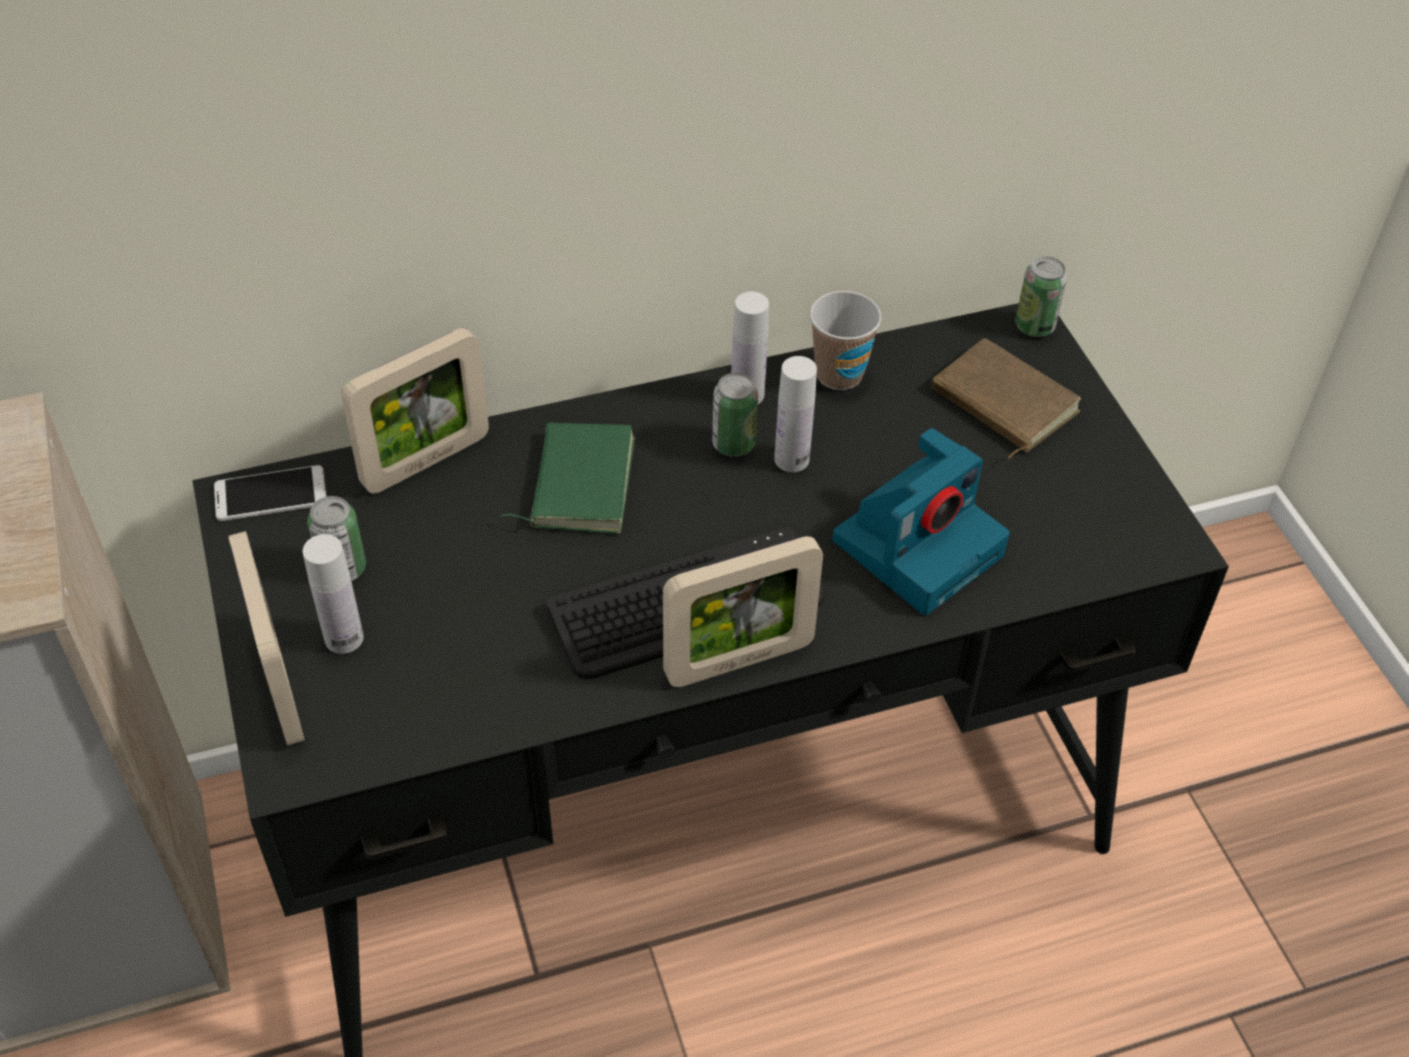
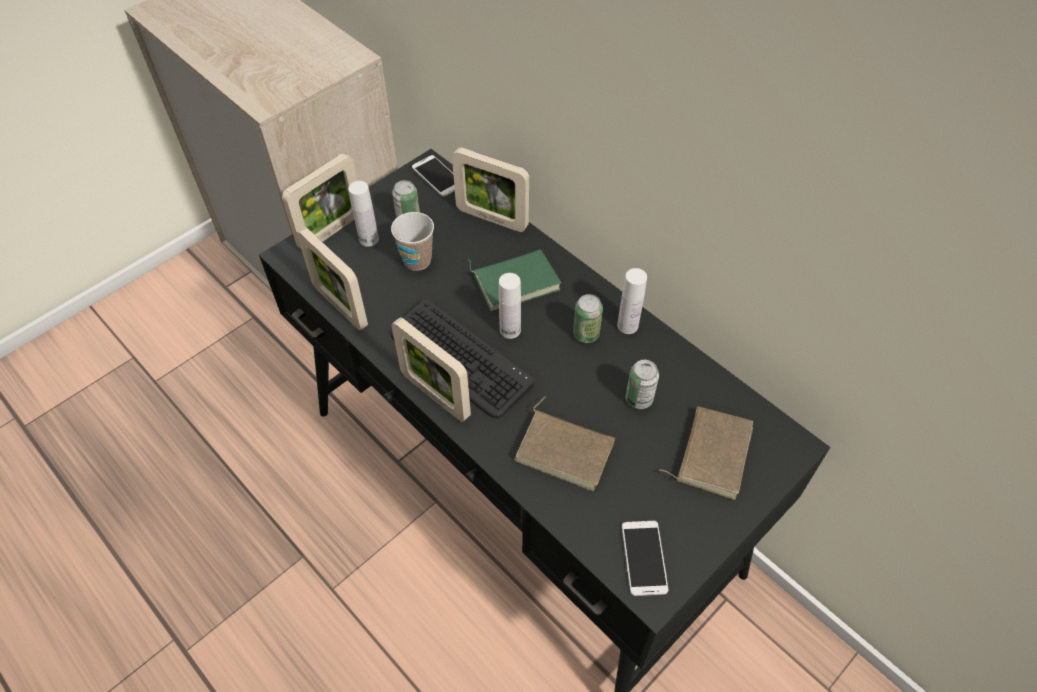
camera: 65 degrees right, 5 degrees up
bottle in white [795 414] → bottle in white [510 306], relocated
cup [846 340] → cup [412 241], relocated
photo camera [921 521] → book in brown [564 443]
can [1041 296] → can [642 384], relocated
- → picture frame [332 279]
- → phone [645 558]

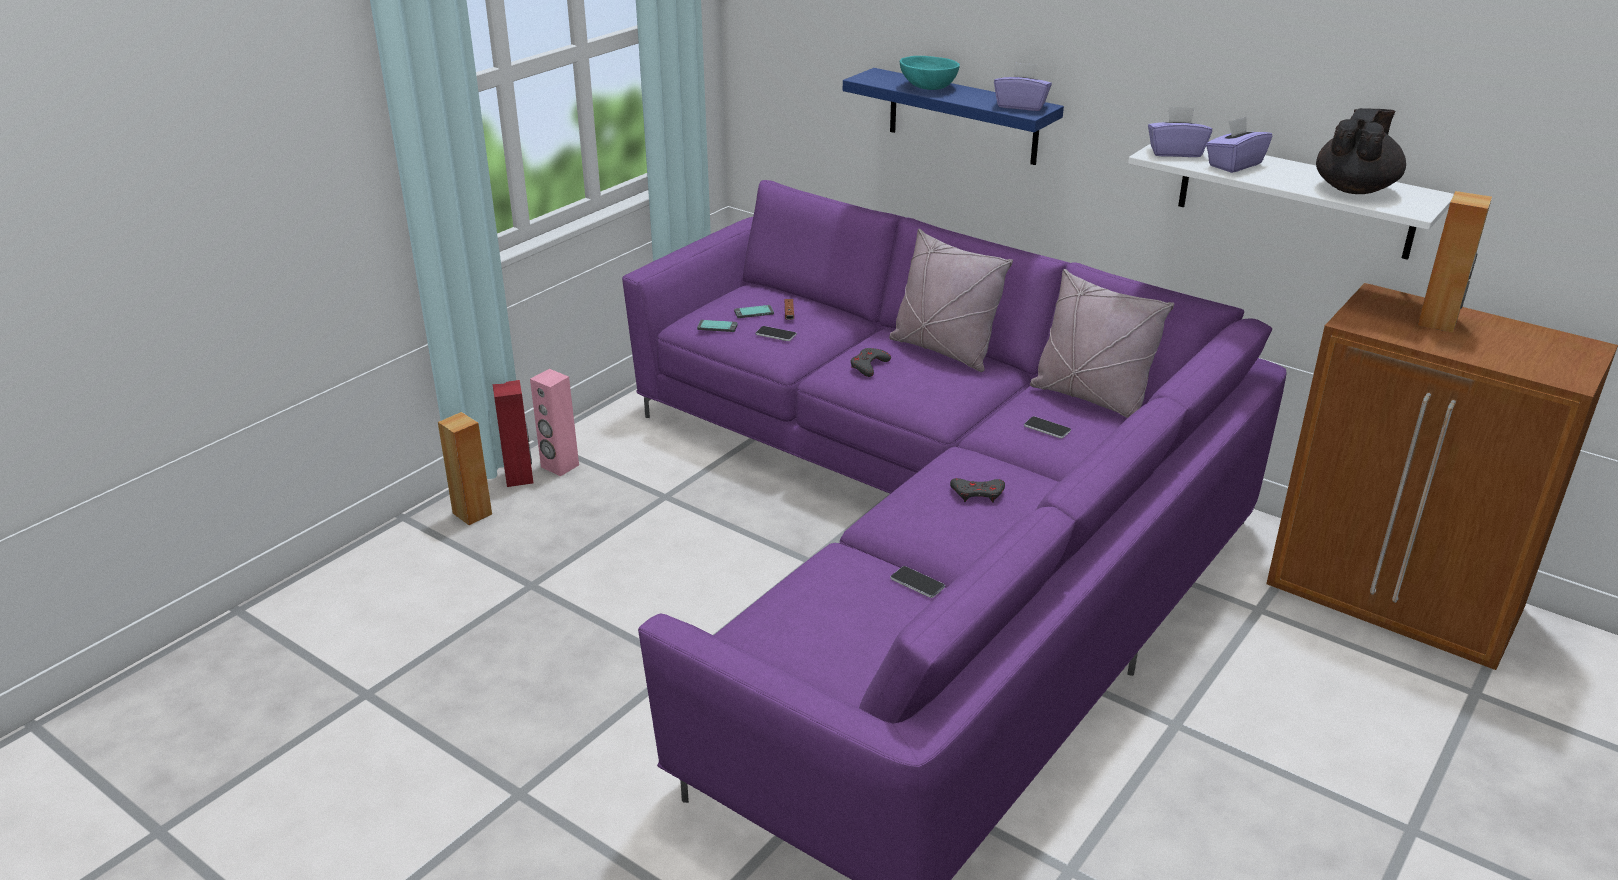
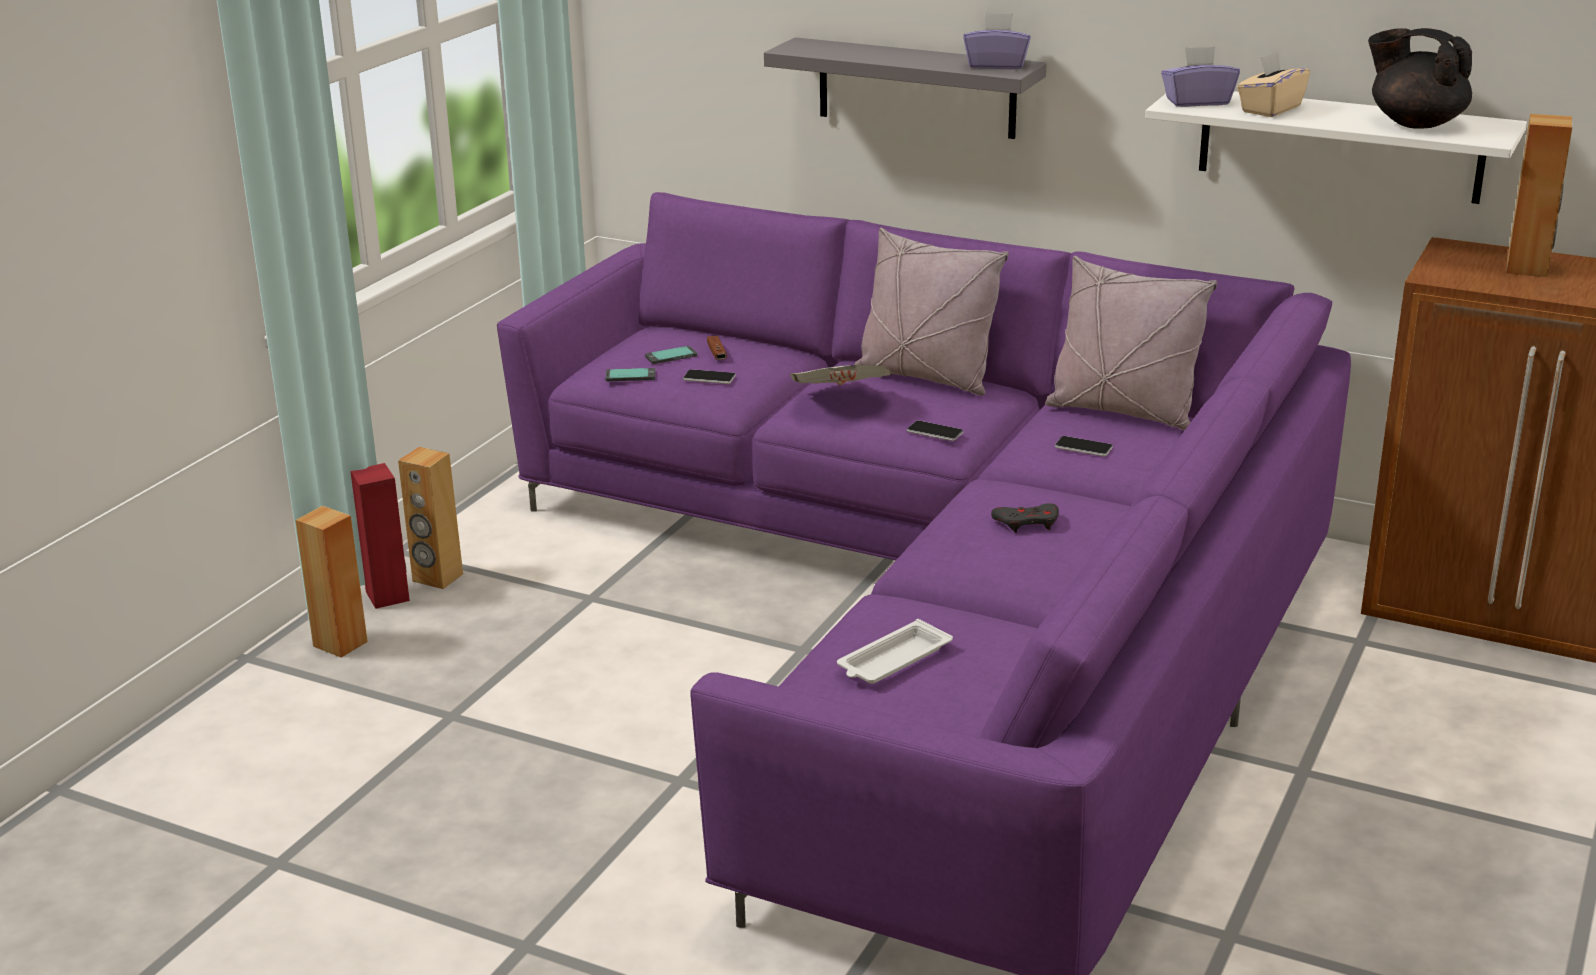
camera: 10 degrees left, 5 degrees down
speaker in pink [554 422] → speaker in brown [430 518]
shelf in blue [953 116] → shelf in grey [905 88]
game controller in grey [871 362] → newspaper [841 375]
phone [917 582] → phone [935 431], relocated
bowl in turquoise [930 73] → -
tissue box in purple [1239 144] → tissue box in beige [1273 84]
teapot in black [1361 151] → teapot in black [1420 78], 75 degrees counterclockwise
- → tray in white [895 651]

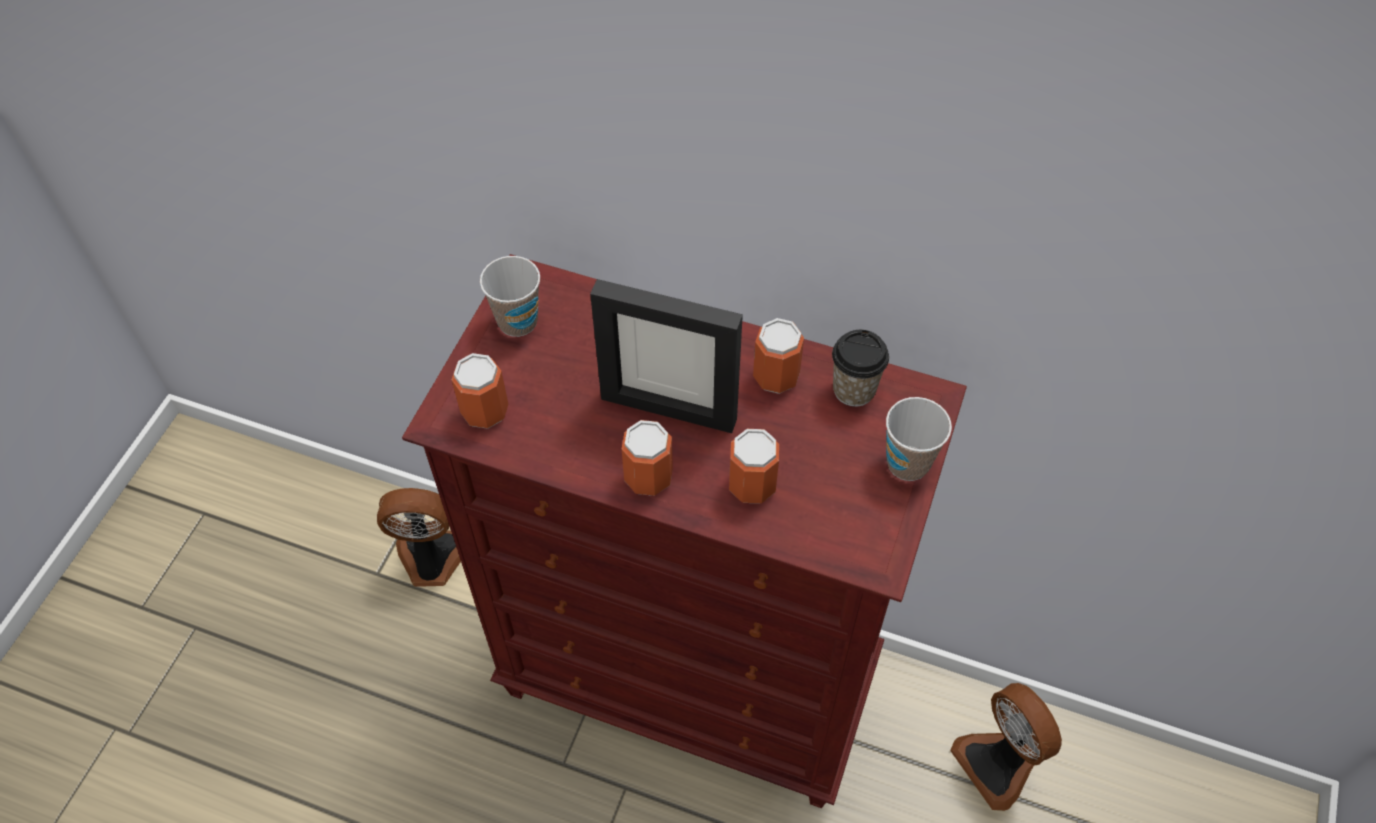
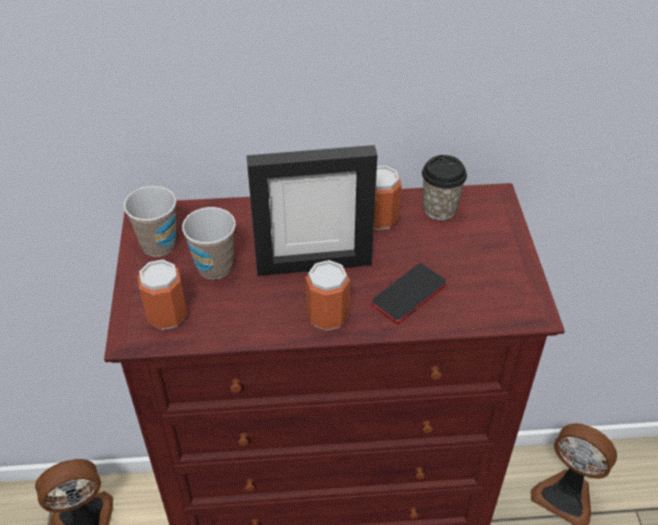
camera: 25 degrees left, 10 degrees down
can [754 466] → phone [409 293]
cup [919 439] → cup [209 243], relocated

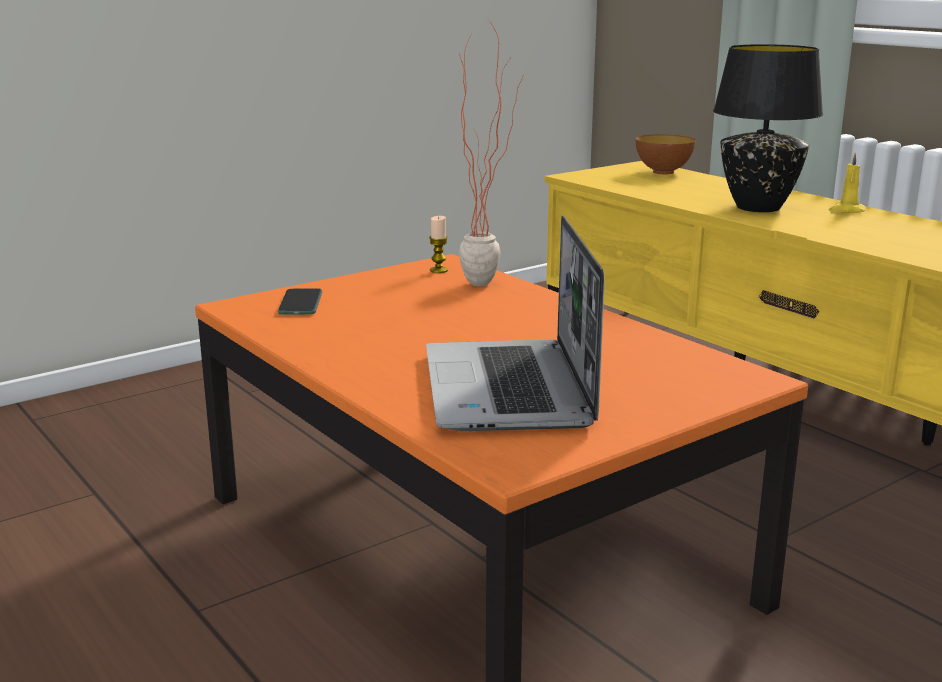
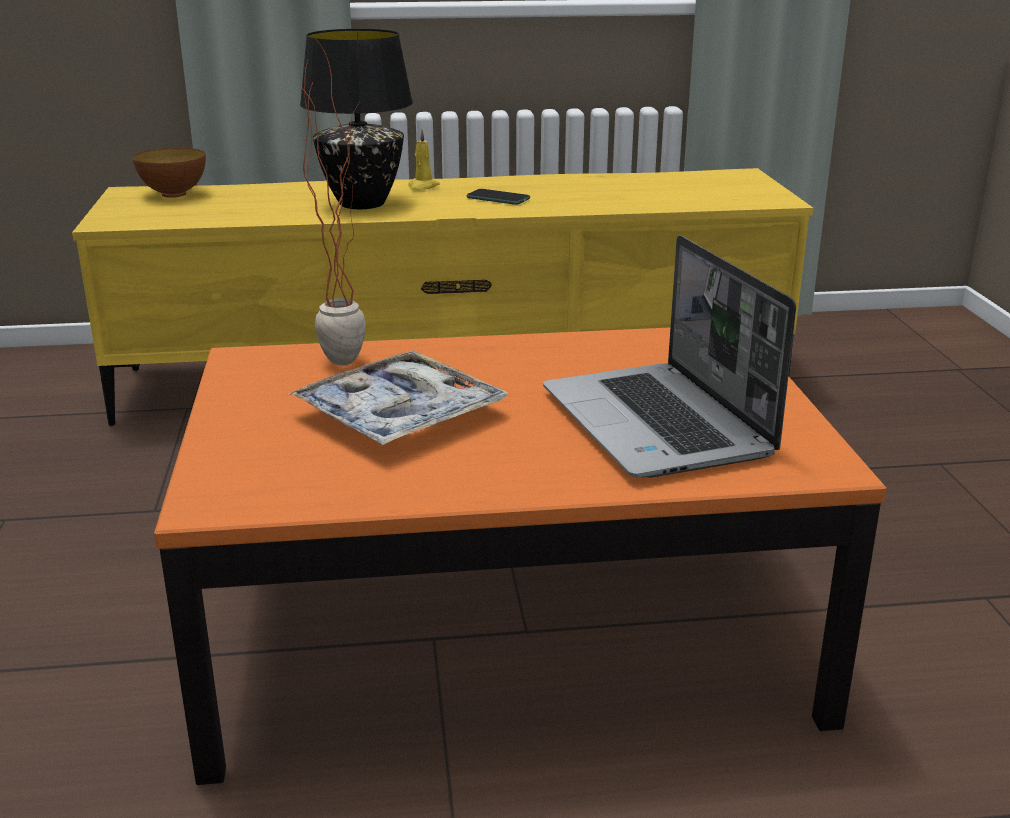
camera: 60 degrees left, 5 degrees up
phone [300 301] → phone [498 197], relocated
laptop [515 323] → laptop [669 356], 45 degrees clockwise
candle [438 244] → -
- → tray [398 397]

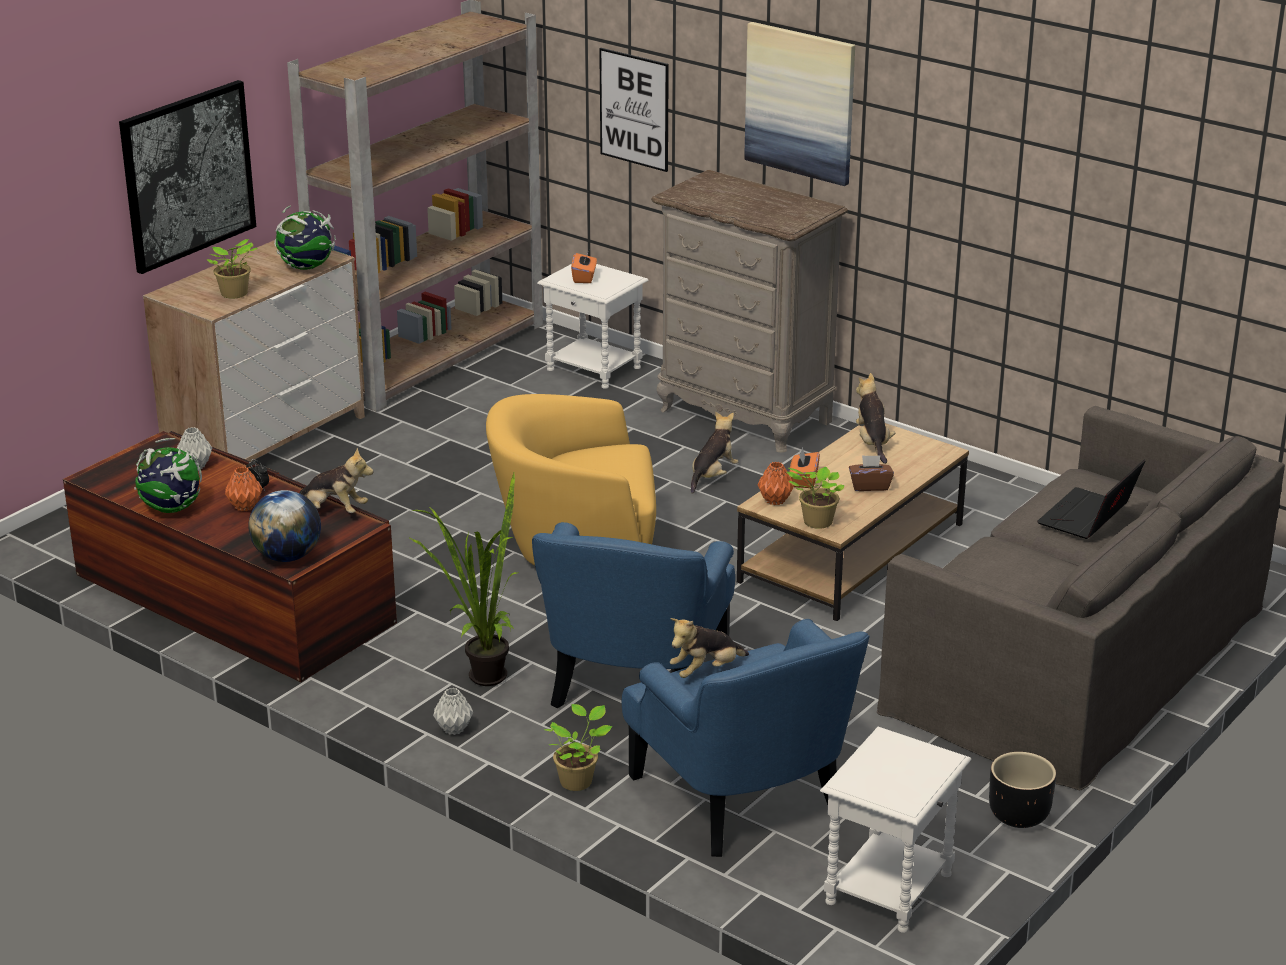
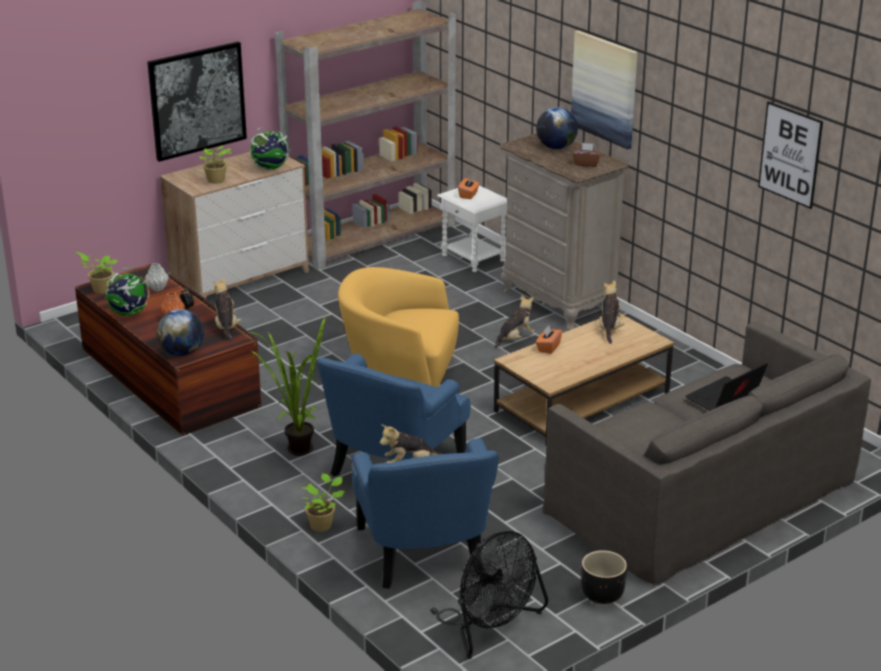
camera: 15 degrees right, 0 degrees up
plush toy [336 480] → plush toy [227 310], 135 degrees counterclockwise
vase in grey [453 711] → -
picture [634 110] → picture [790 155], relocated
vase in orange [775 483] → -
potted plant [815 497] → potted plant [96 273], relocated
side table in white [896 830] → fan in black [489 595]
tissue box in brown [871 473] → tissue box in brown [586 155], relocated
- → globe [557 128]

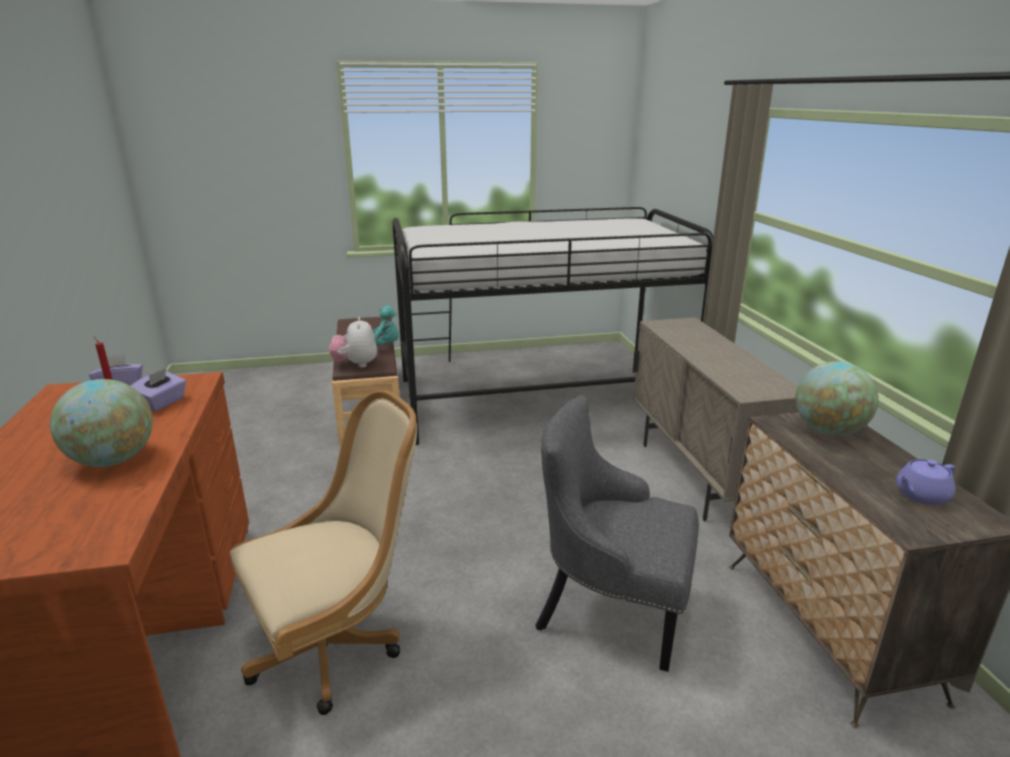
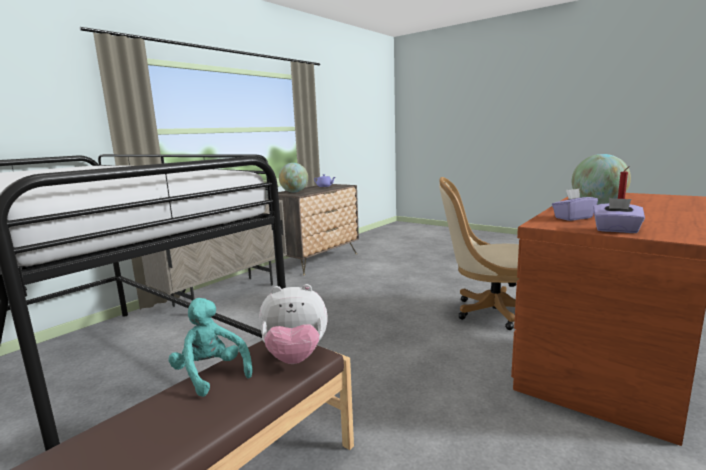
camera: 130 degrees left, 10 degrees down
plush toy [353 342] → plush toy [293 324], 45 degrees clockwise
armchair in grey [617 533] → -

